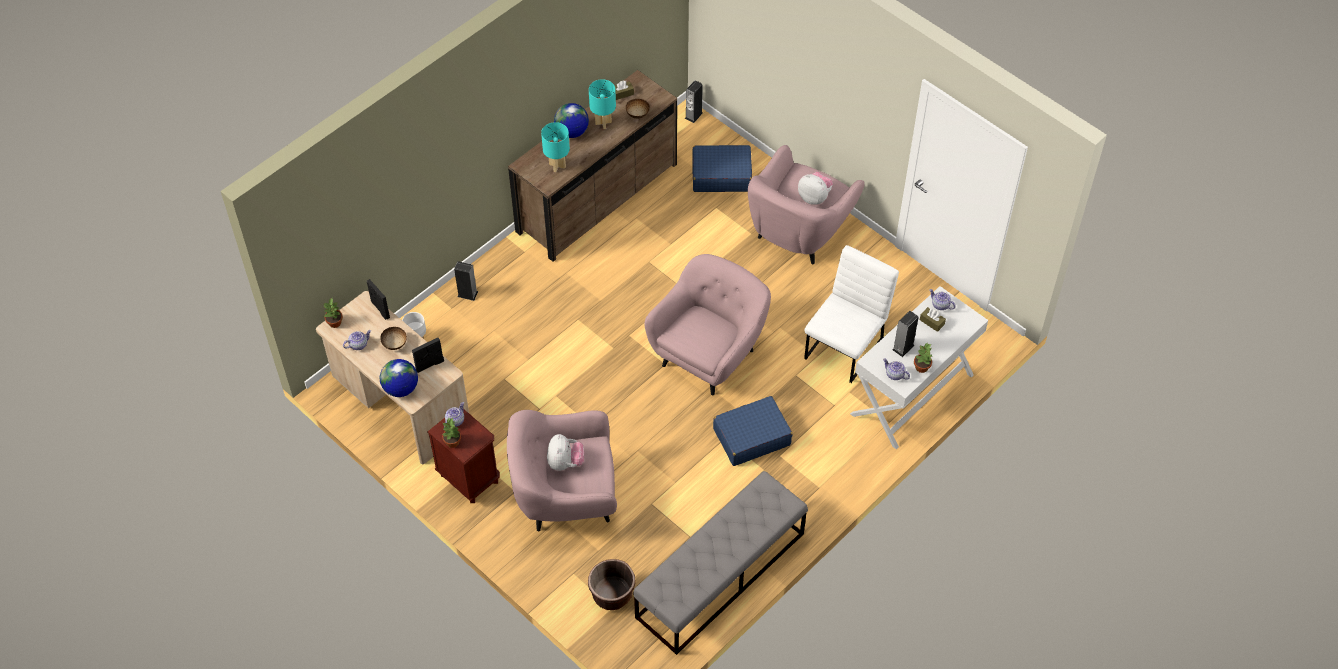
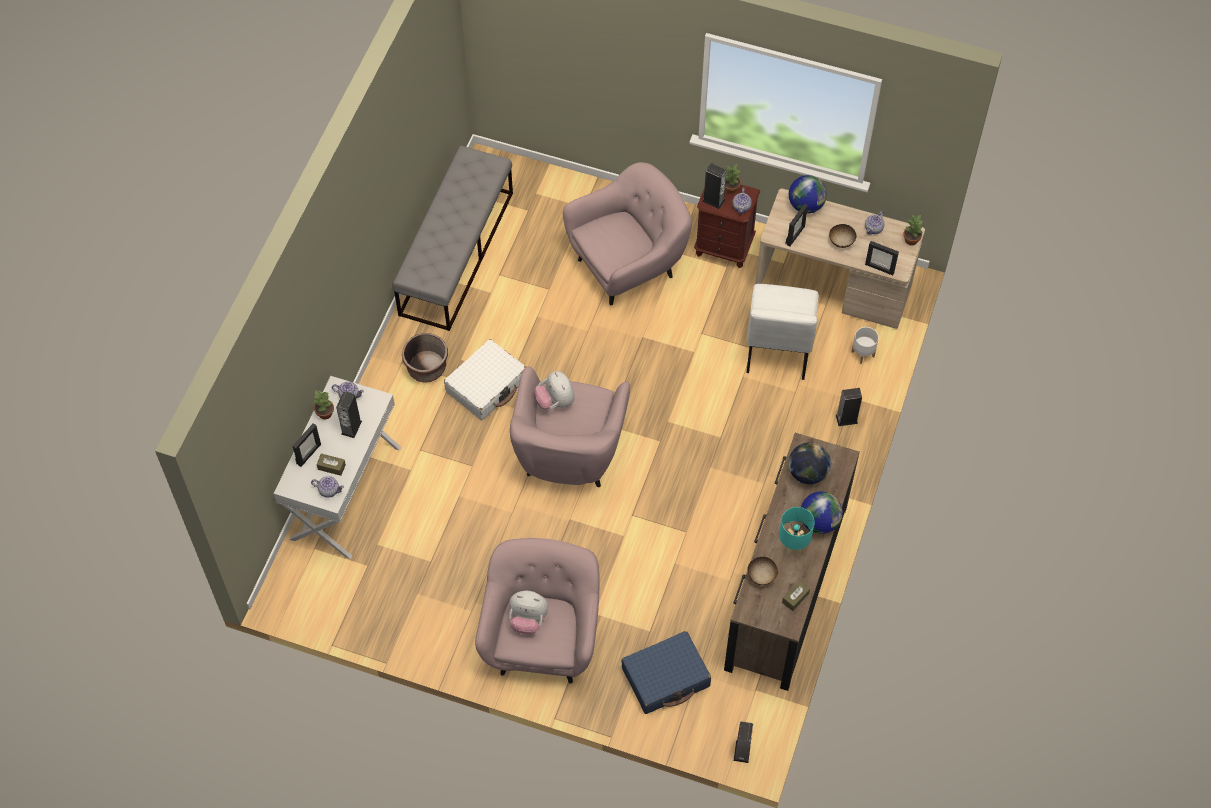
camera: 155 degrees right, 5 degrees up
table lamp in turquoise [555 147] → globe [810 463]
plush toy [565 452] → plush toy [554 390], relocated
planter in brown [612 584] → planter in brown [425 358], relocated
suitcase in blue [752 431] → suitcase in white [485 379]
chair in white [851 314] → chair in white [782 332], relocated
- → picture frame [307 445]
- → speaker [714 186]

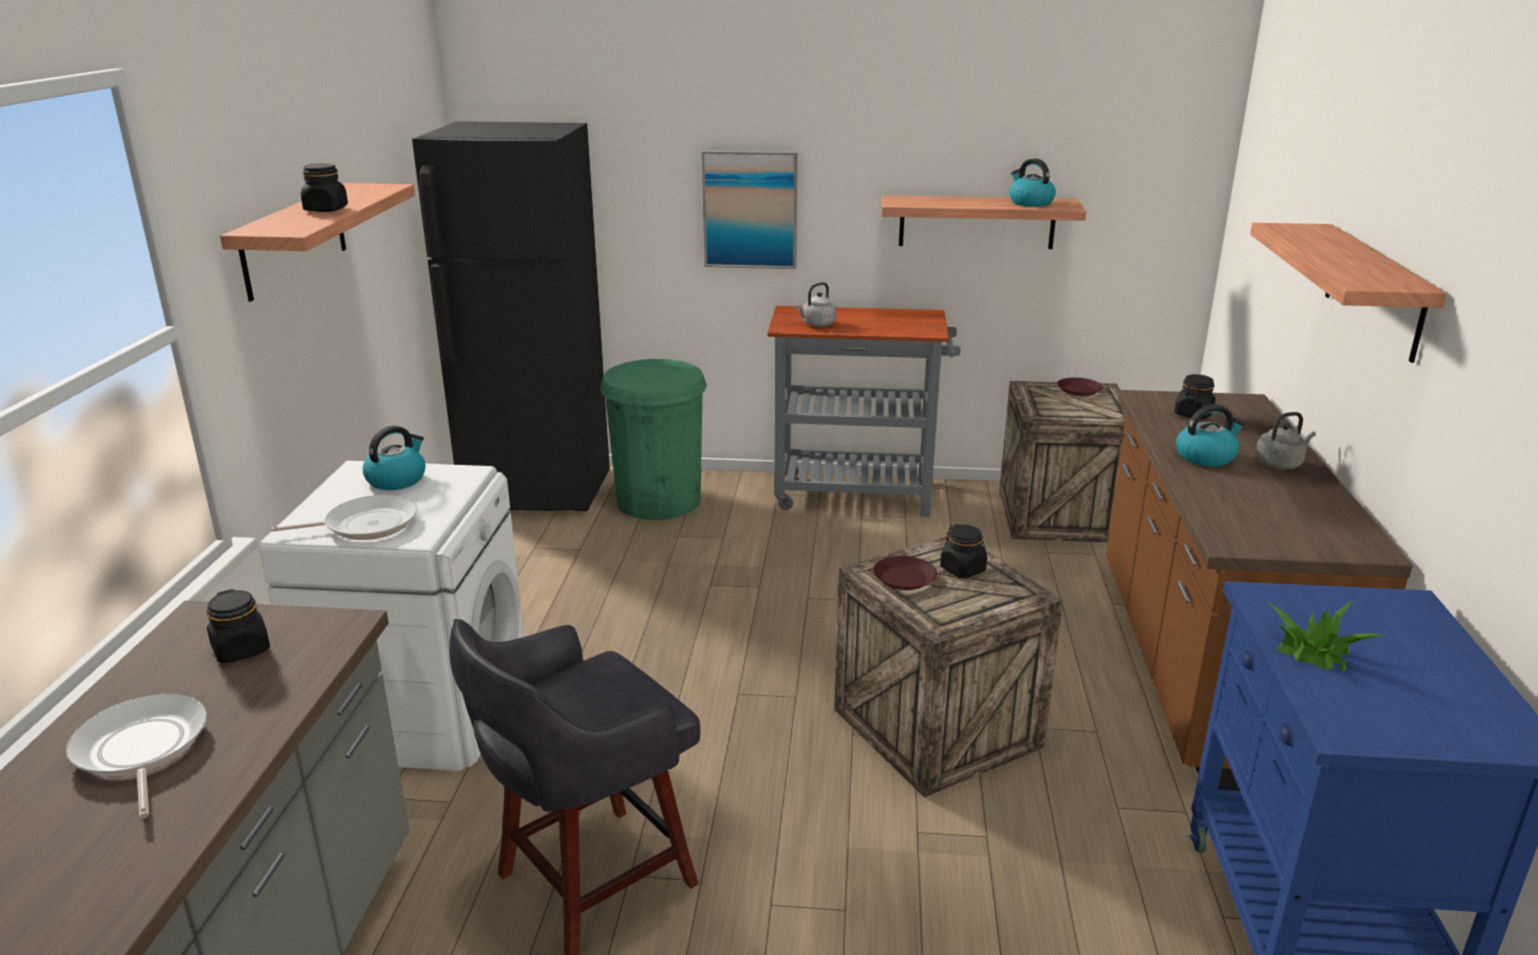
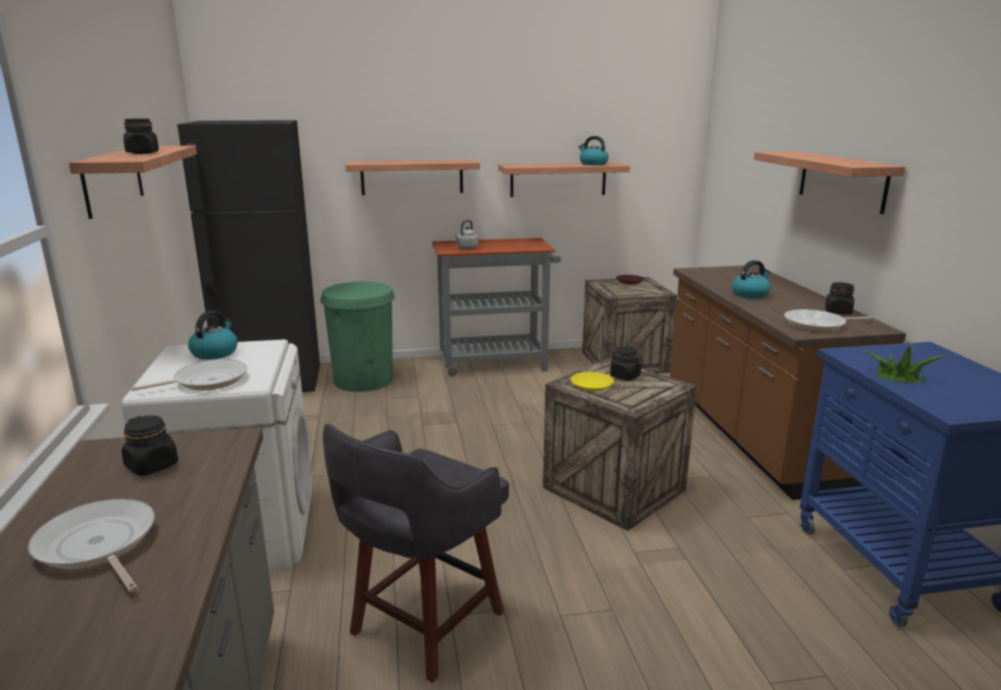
camera: 15 degrees left, 5 degrees down
picture [749 209] → shelf [412 177]
plate in brown [905 573] → plate in yellow [592 381]
jar in black [1195 397] → jar in black [840 298], relocated
kettle in grey [1285 440] → -
- → frying pan [828 320]

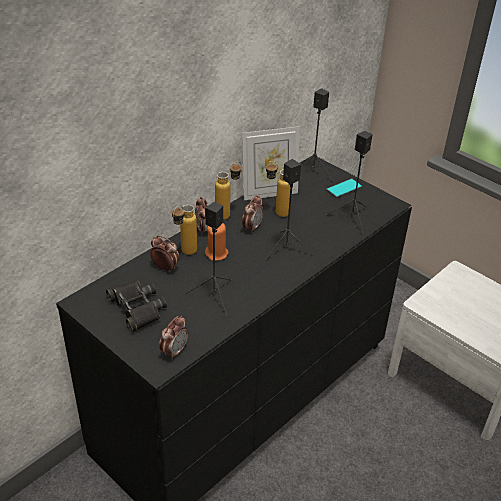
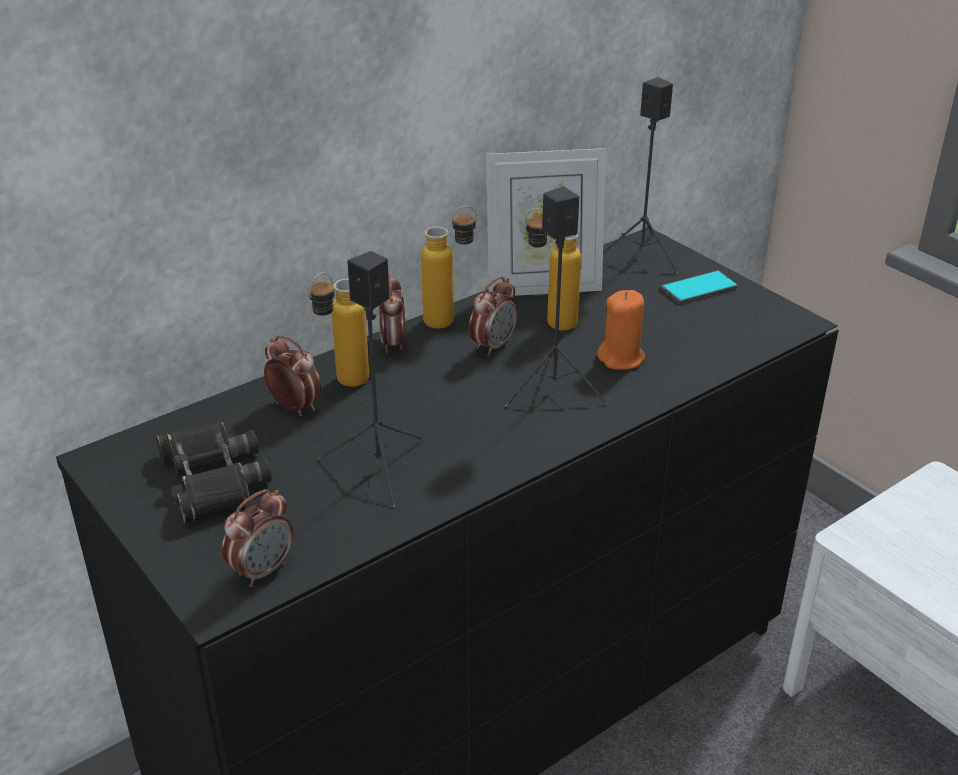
camera: 10 degrees right, 5 degrees down
candle in orange [217 242] → candle in orange [621 330], relocated
speaker in black [349 183] → -

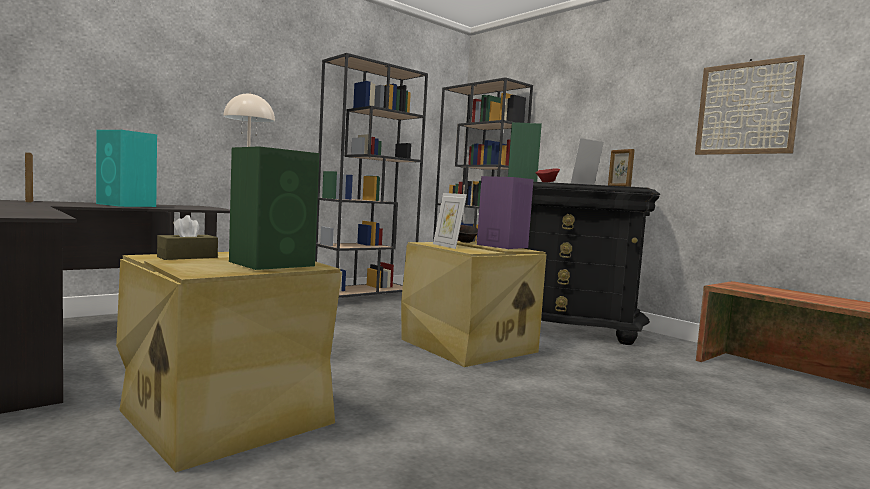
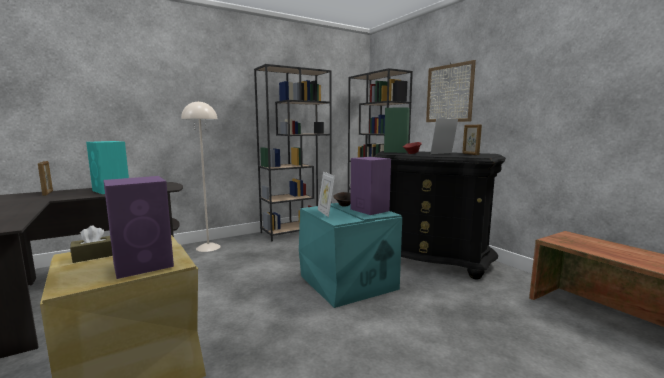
camera: 10 degrees right, 5 degrees up
speaker in green [274 208] → speaker in purple [138 227]
storage box in beige [473 304] → storage box in turquoise [350 255]
picture [750 105] → picture [451 91], relocated

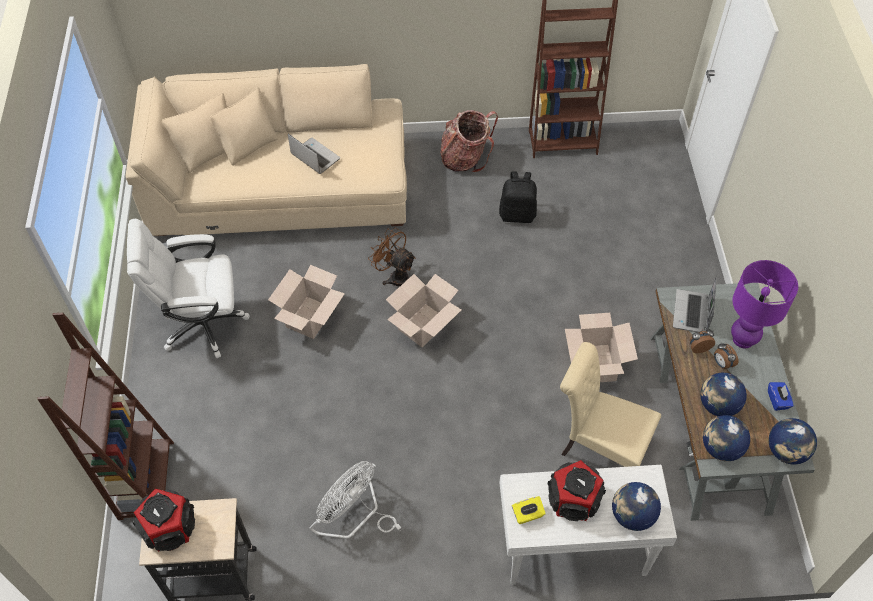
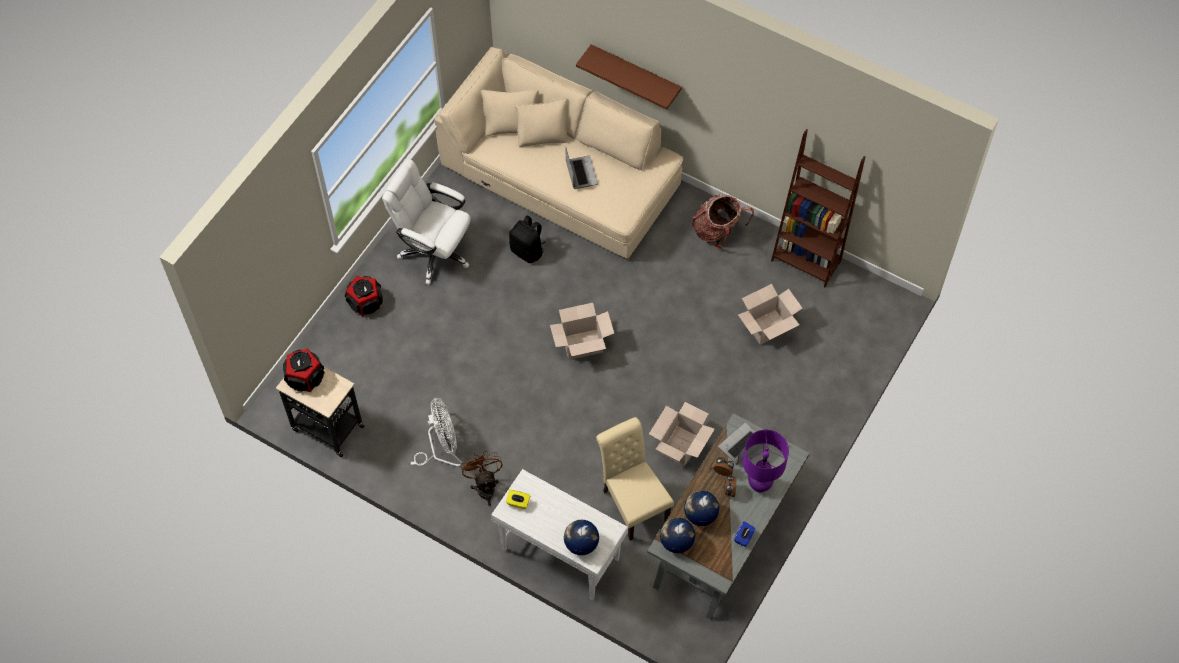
camera: 35 degrees right, 5 degrees up
bookcase in brown [106 416] → -
cardboard box [306 302] → cardboard box [770 314], relocated
fan in white [355 500] → fan in white [436 432], 90 degrees clockwise
fan in brown [392 257] → fan in brown [481 478], relocated
backpack in black [518 197] → backpack in black [527 239], relocated
speaker [576 490] → speaker [364 296], relocated
globe [793 441] → -
- → shelf in brown [629 77]

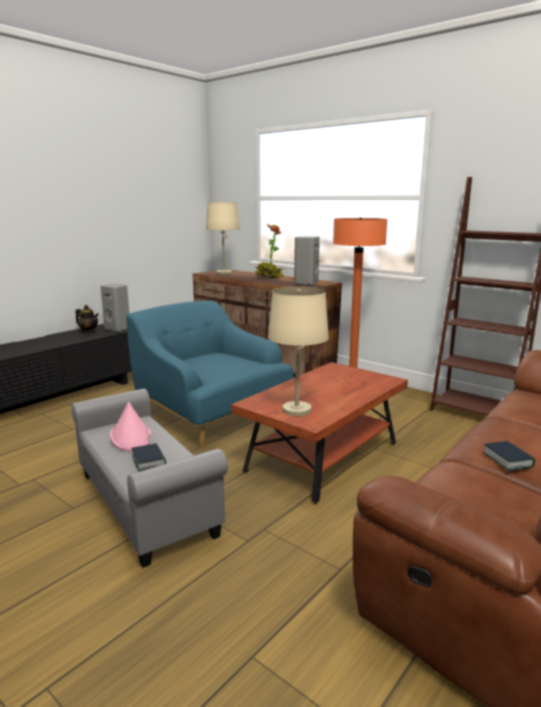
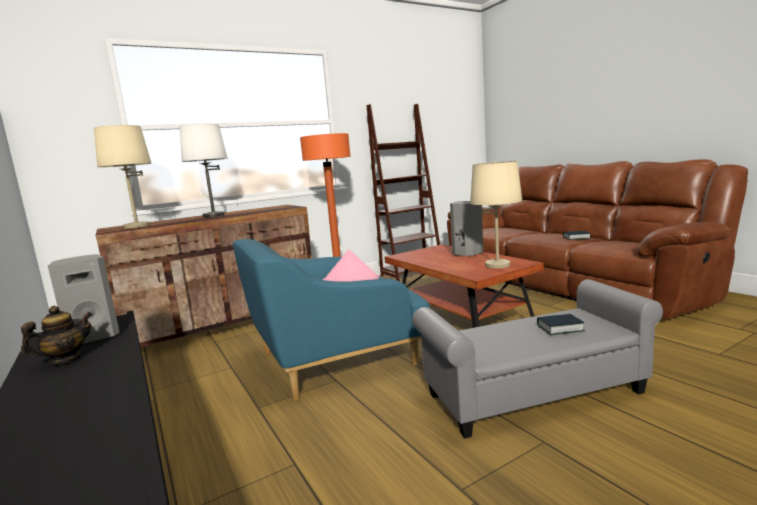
camera: 70 degrees left, 5 degrees down
hat in pink [130 426] → hat in pink [350 265], relocated
potted plant [269 251] → table lamp in white [204 170]
speaker in grey [307 260] → speaker in grey [466 229], relocated

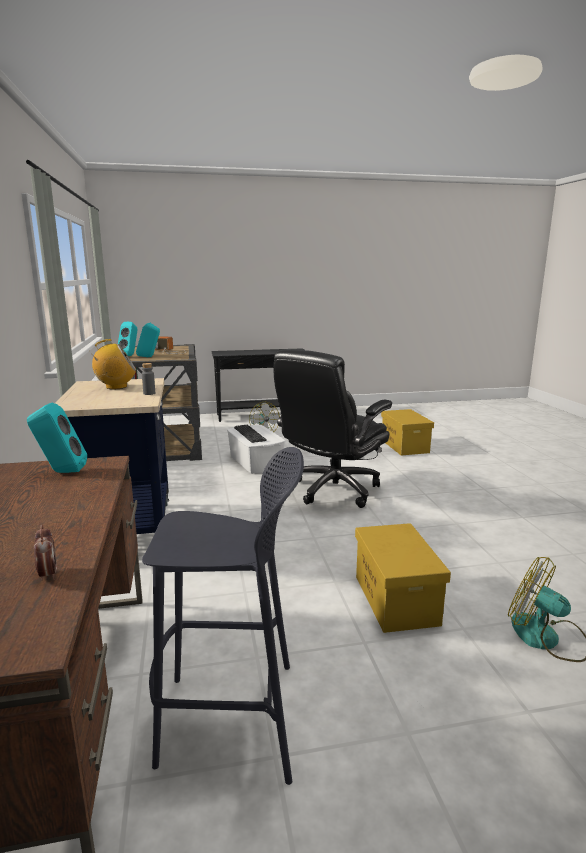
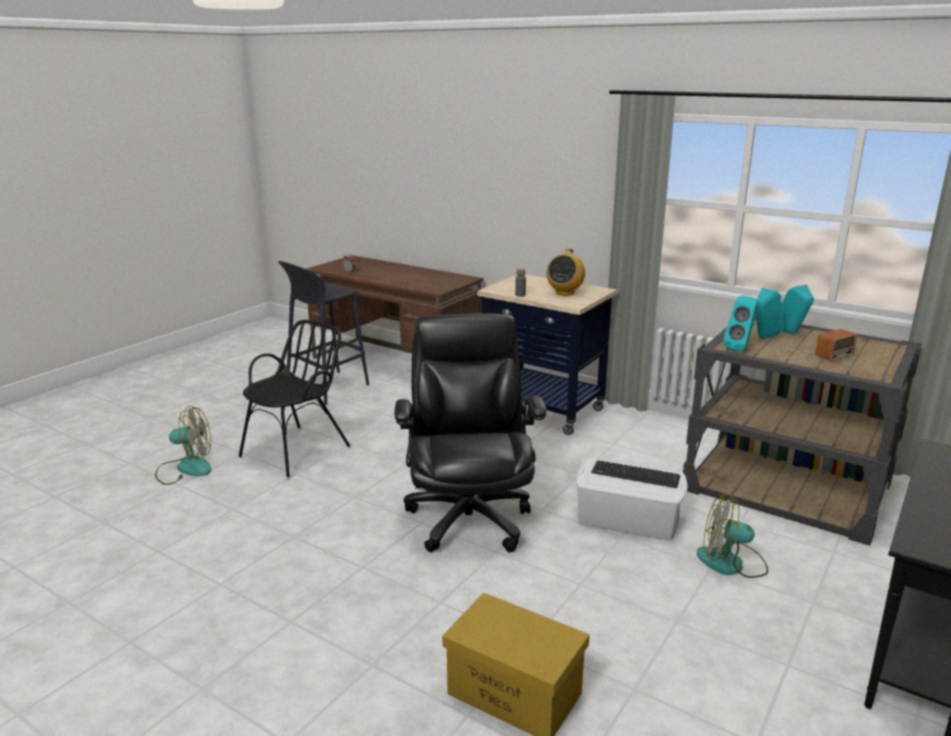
camera: 135 degrees right, 5 degrees up
speaker in turquoise [57 438] → speaker in turquoise [740 323], relocated
storage box in yellow [403 578] → chair in black [295 400]

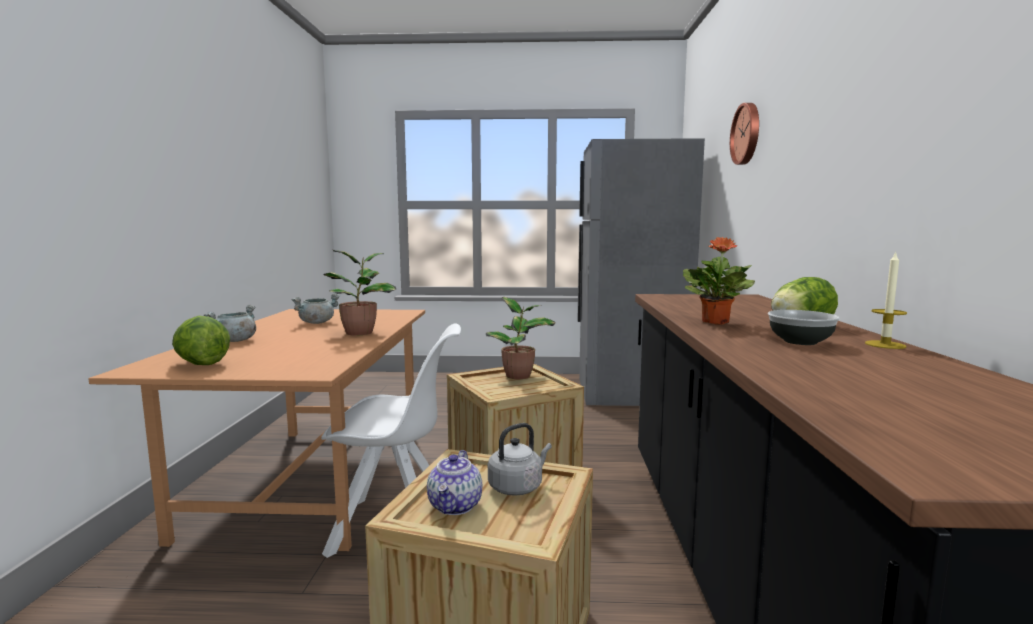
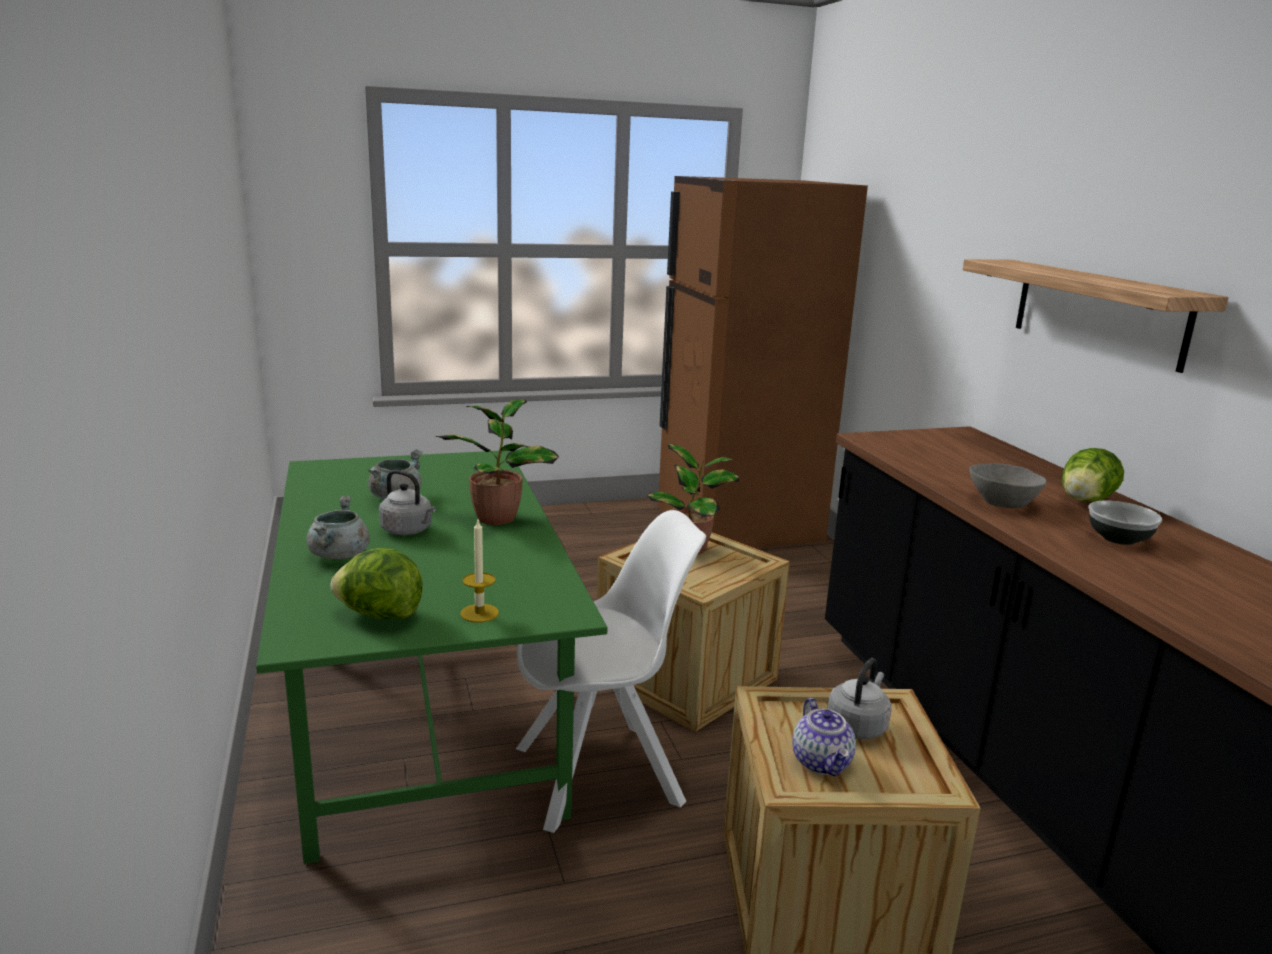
camera: 20 degrees left, 10 degrees up
dining table in brown [256 430] → dining table in green [432 657]
fridge in grey [641 272] → fridge in brown [763 362]
potted plant [719 281] → bowl in grey [1008 485]
wall clock [744 134] → -
candle [886 300] → candle [479 571], relocated
- → kettle in grey [407 502]
- → shelf [1095 316]

